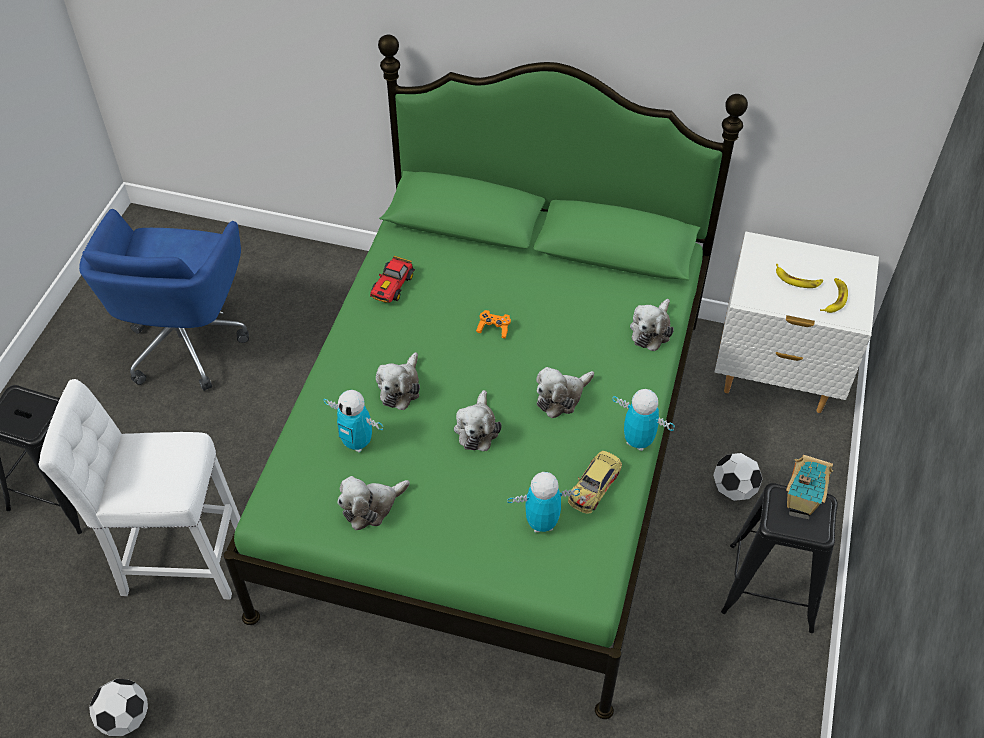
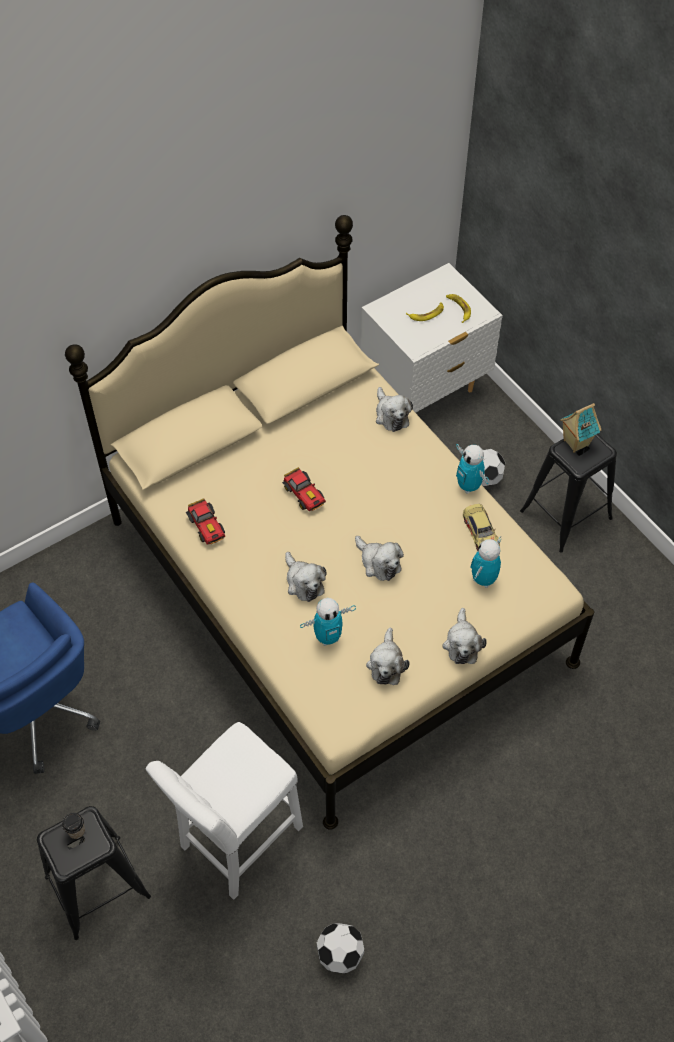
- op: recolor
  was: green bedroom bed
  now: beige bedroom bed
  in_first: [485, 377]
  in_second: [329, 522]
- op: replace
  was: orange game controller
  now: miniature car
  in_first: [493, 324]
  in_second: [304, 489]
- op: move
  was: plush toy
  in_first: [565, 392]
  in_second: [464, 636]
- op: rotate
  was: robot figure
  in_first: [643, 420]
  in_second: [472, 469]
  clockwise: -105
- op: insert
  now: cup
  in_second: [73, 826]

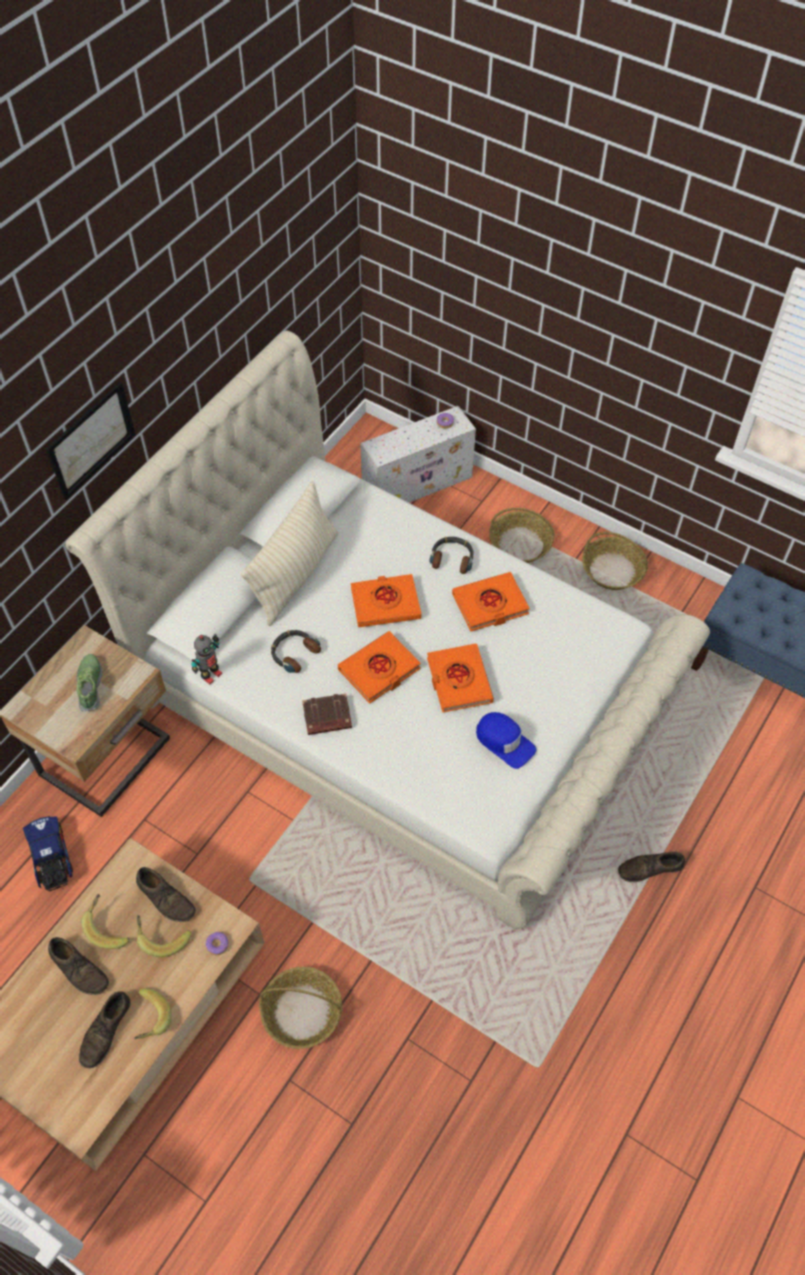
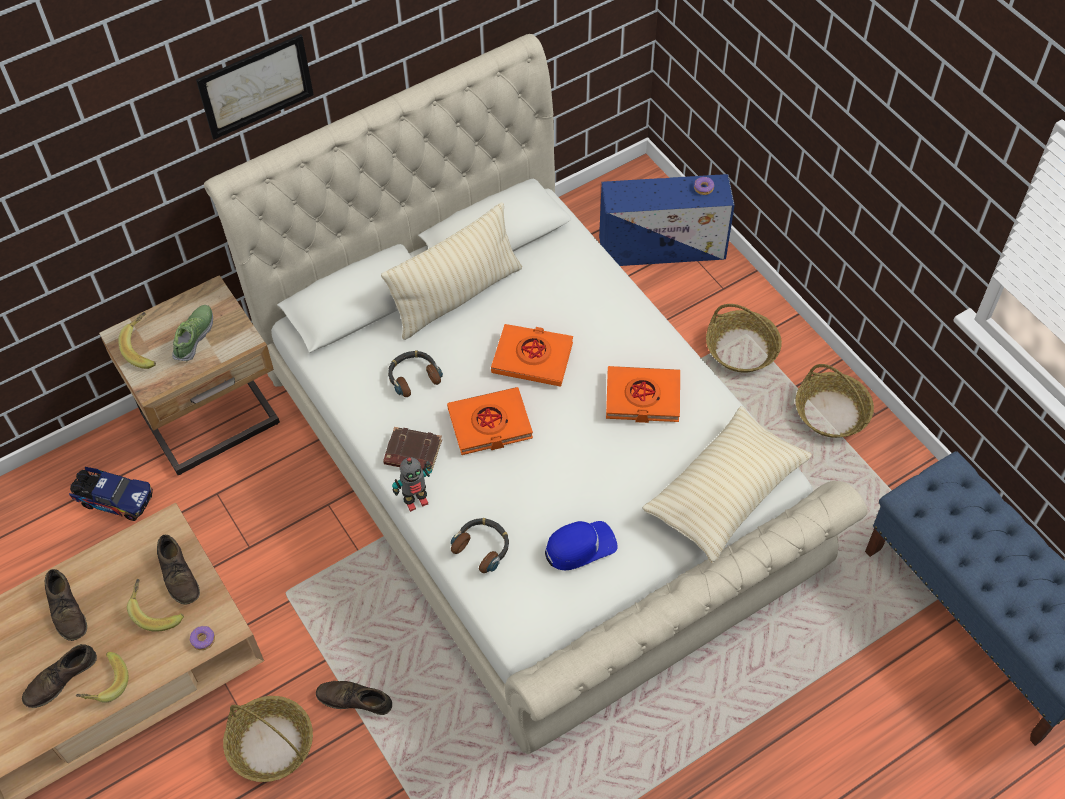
- op: recolor
  was: whitish storage container
  now: bluish storage container
  in_first: [418, 454]
  in_second: [667, 220]
- op: move
  was: headset
  in_first: [452, 555]
  in_second: [480, 545]
- op: move
  was: robot figure
  in_first: [206, 659]
  in_second: [412, 484]
- op: delete
  was: orange volume
  in_first: [460, 678]
- op: rotate
  was: bluish peaked cap
  in_first: [506, 740]
  in_second: [581, 545]
  clockwise: -90
- op: rotate
  was: model truck
  in_first: [48, 853]
  in_second: [111, 494]
  clockwise: 105
- op: move
  was: brown-coloured shoe
  in_first: [651, 866]
  in_second: [354, 698]
- op: move
  was: banana fruit
  in_first: [105, 921]
  in_second: [137, 340]
- op: insert
  now: beige cushion
  in_second: [727, 484]

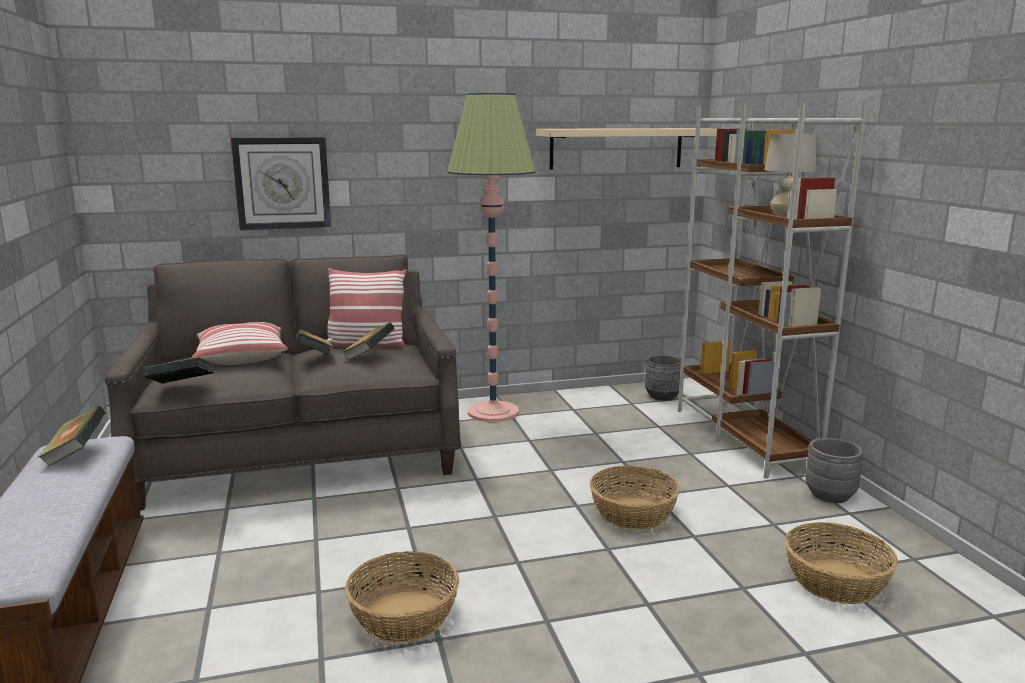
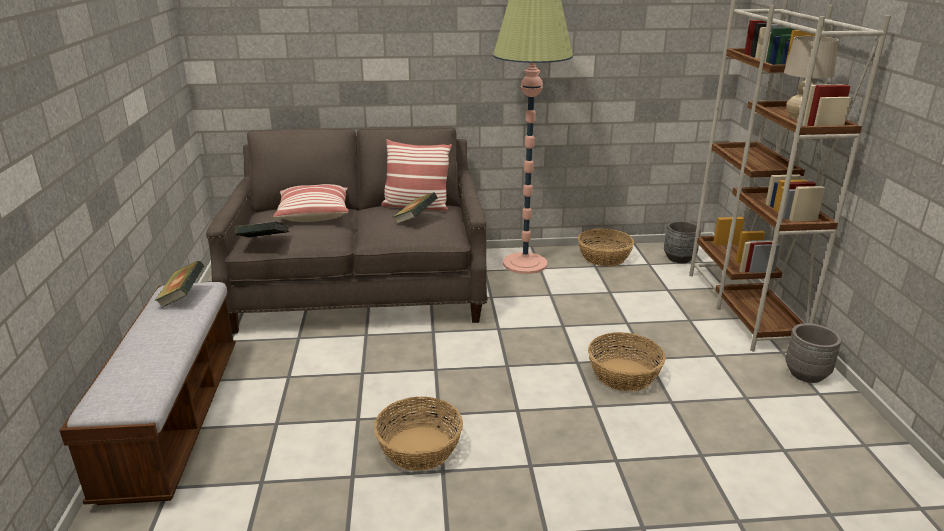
- op: delete
  was: beige wall shelf
  in_first: [626, 149]
- op: delete
  was: wall clock
  in_first: [281, 183]
- op: delete
  was: volume
  in_first: [315, 342]
- op: move
  was: basket
  in_first: [841, 563]
  in_second: [606, 247]

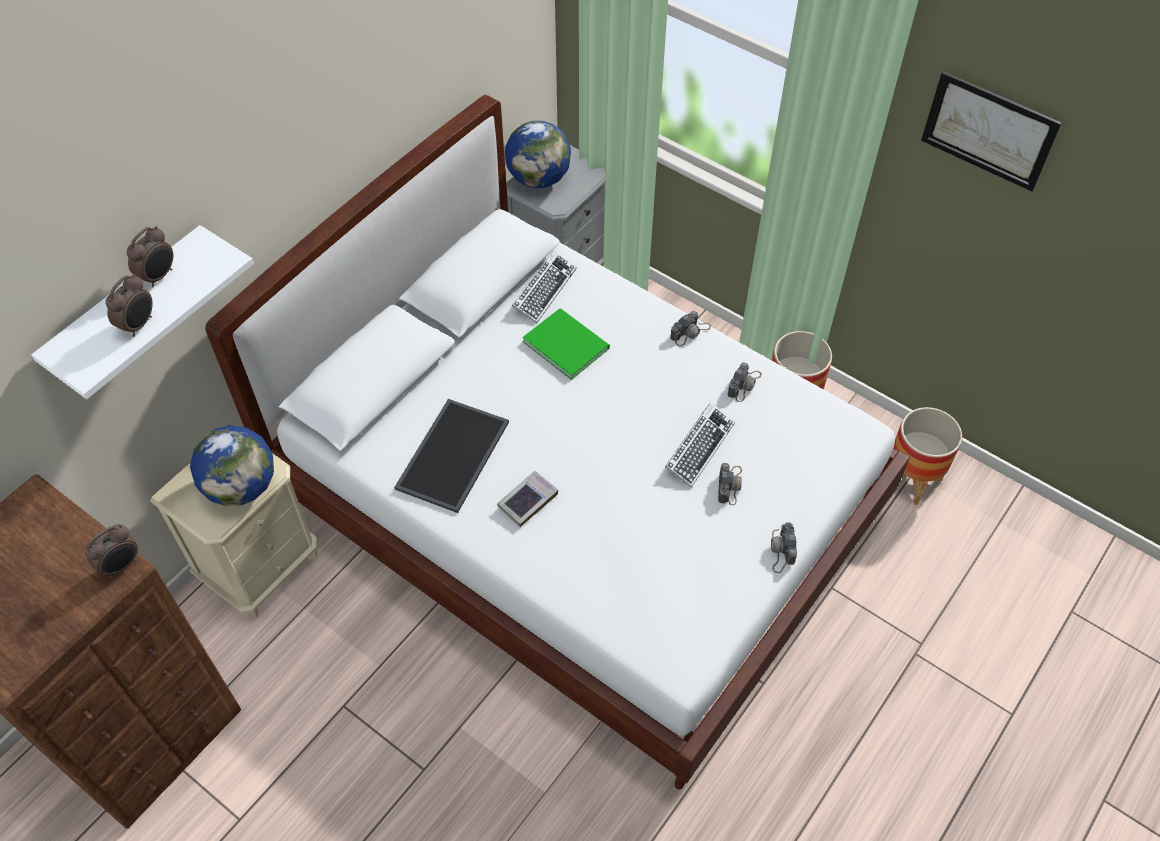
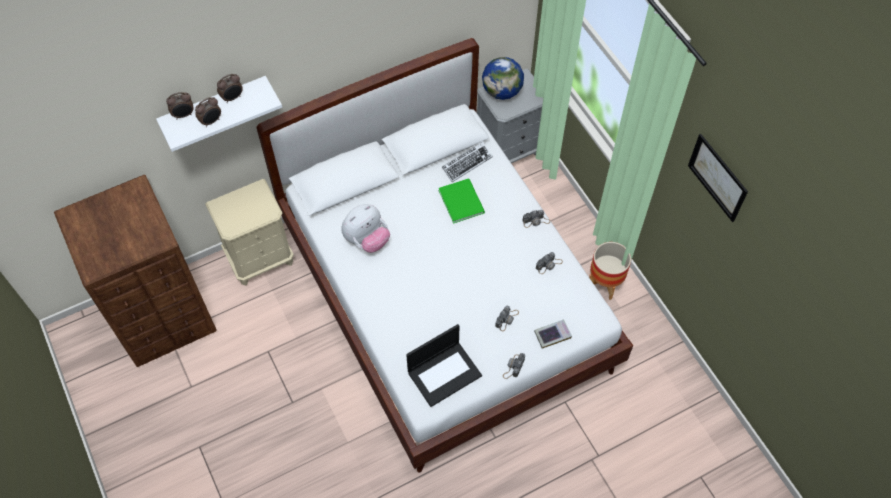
- op: replace
  was: tray
  now: plush toy
  in_first: [451, 456]
  in_second: [365, 228]
- op: delete
  was: PC keyboard
  in_first: [700, 444]
- op: delete
  was: plant pot
  in_first: [928, 456]
- op: delete
  was: world globe
  in_first: [232, 466]
- op: move
  was: volume
  in_first: [527, 499]
  in_second: [553, 334]
- op: move
  was: alarm clock
  in_first: [111, 551]
  in_second: [180, 106]
- op: insert
  now: portable computer
  in_second: [444, 365]

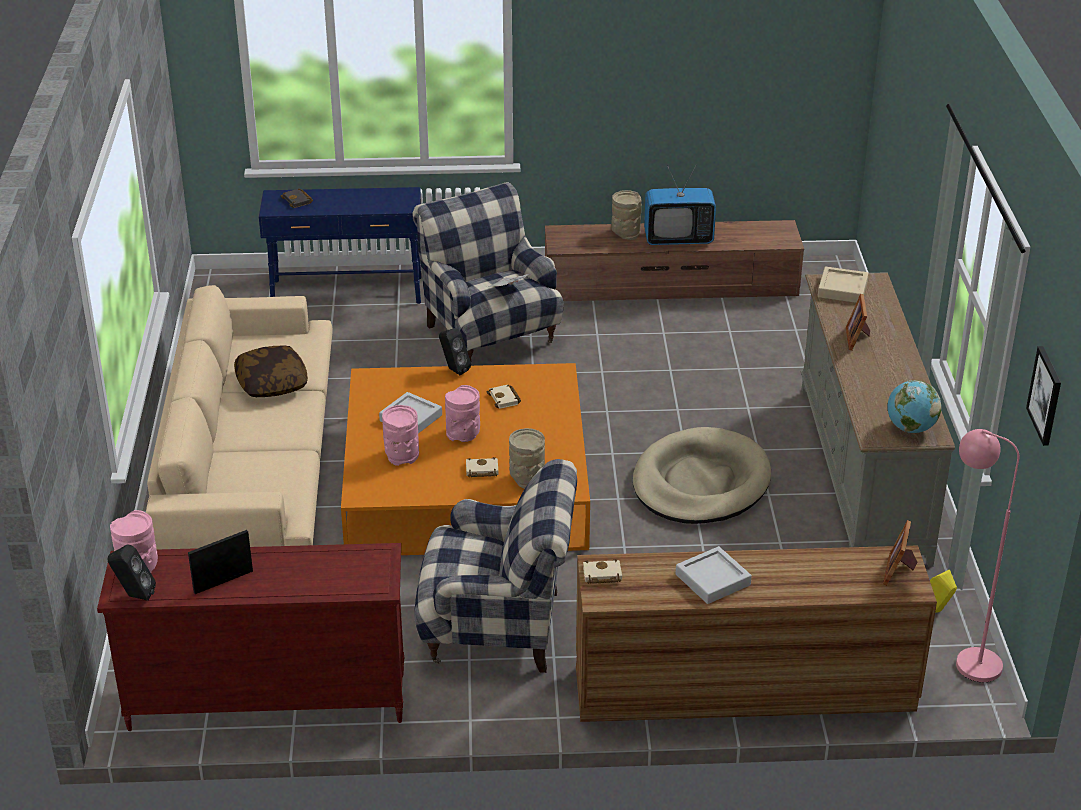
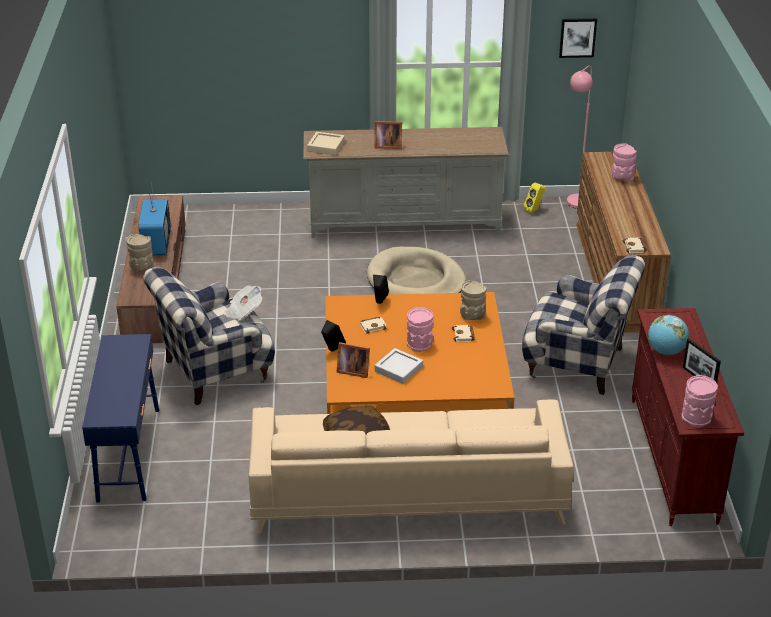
- op: delete
  was: blackish volume
  in_first: [296, 198]
- op: move
  was: world globe
  in_first: [914, 406]
  in_second: [668, 335]
- op: move
  was: pink-coloured vase
  in_first: [400, 435]
  in_second: [624, 162]
- op: rotate
  was: armchair
  in_first: [495, 566]
  in_second: [583, 325]
  clockwise: 105
- op: move
  was: standing frame
  in_first: [900, 553]
  in_second: [353, 360]
- op: move
  was: blackish speaker
  in_first: [131, 573]
  in_second: [381, 289]
- op: delete
  was: grey tray
  in_first: [714, 575]

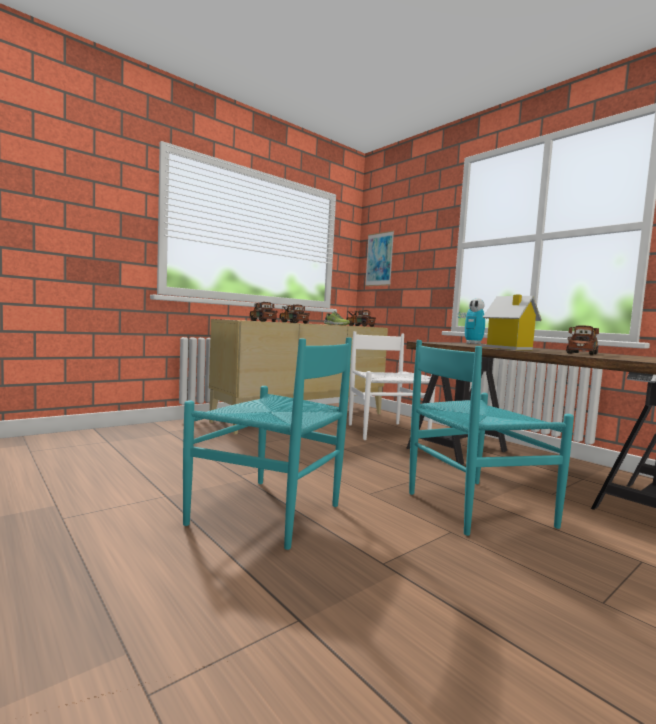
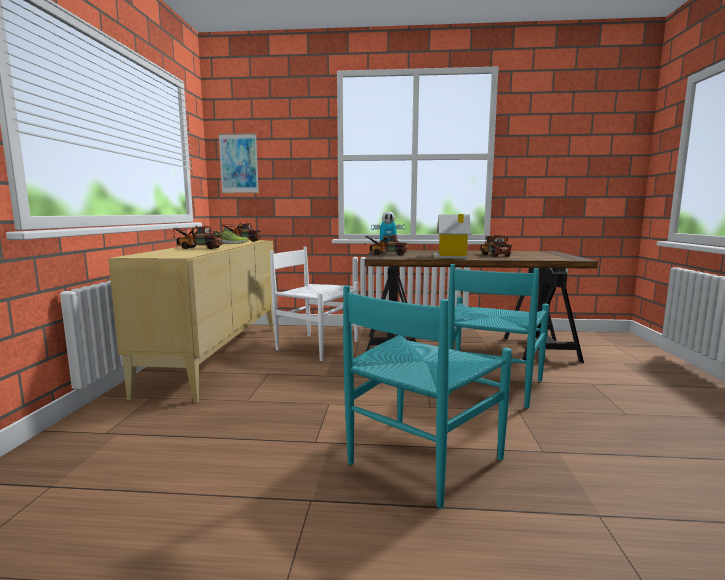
- op: move
  was: model truck
  in_first: [264, 312]
  in_second: [385, 245]
- op: rotate
  was: blue-green chair
  in_first: [267, 443]
  in_second: [427, 396]
  clockwise: 150

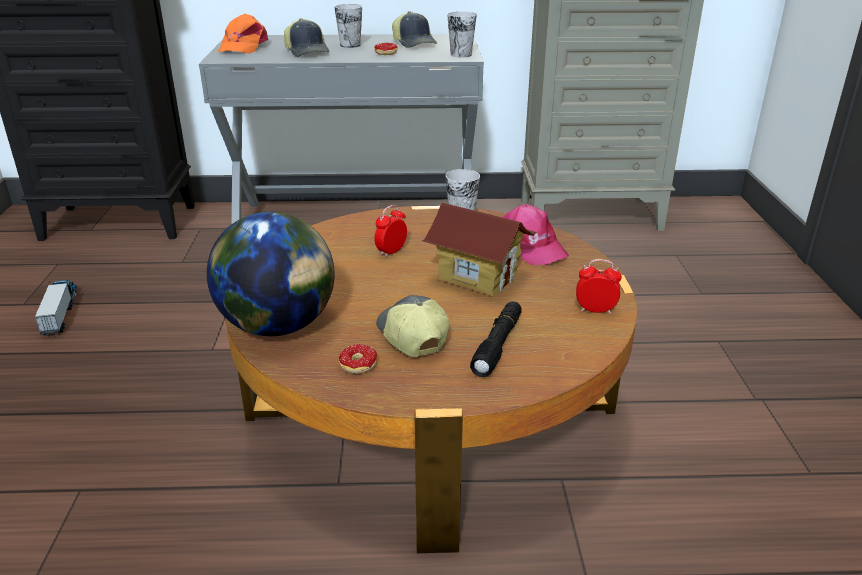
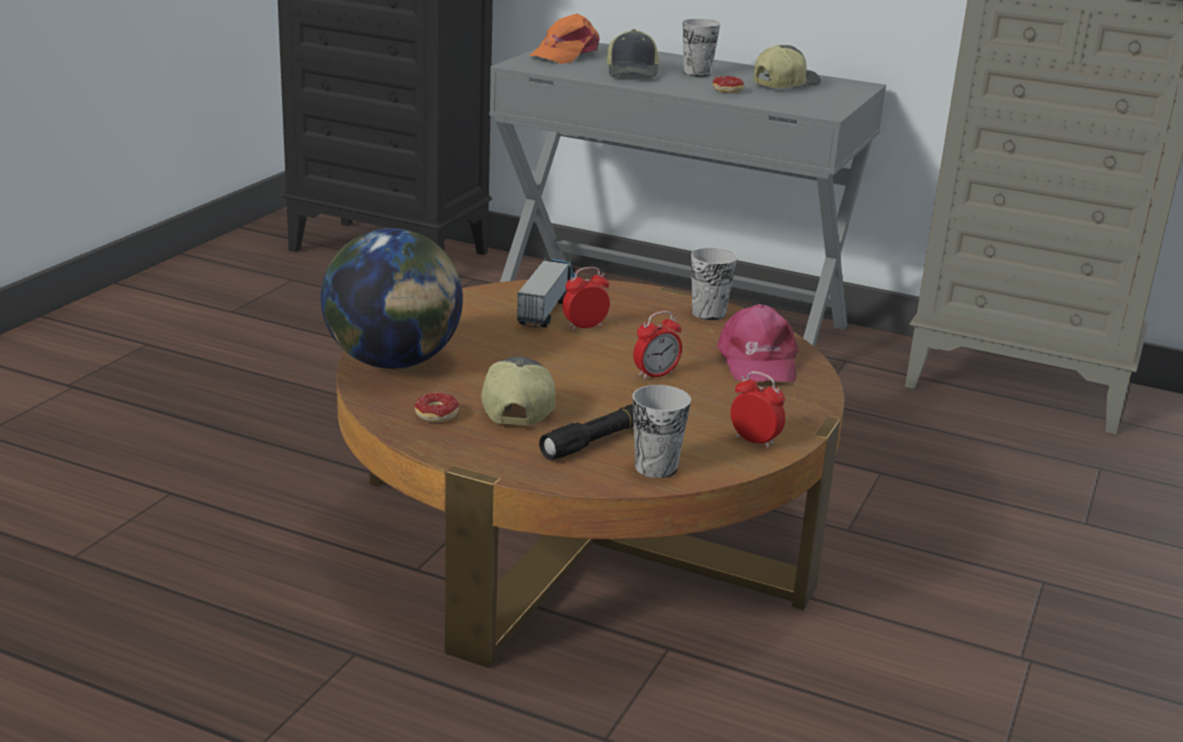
- op: rotate
  was: peaked cap
  in_first: [414, 29]
  in_second: [787, 66]
  clockwise: -135
- op: move
  was: cup
  in_first: [462, 34]
  in_second: [662, 431]
- op: replace
  was: model house
  now: alarm clock
  in_first: [479, 250]
  in_second: [657, 345]
- op: move
  was: model truck
  in_first: [56, 308]
  in_second: [547, 292]

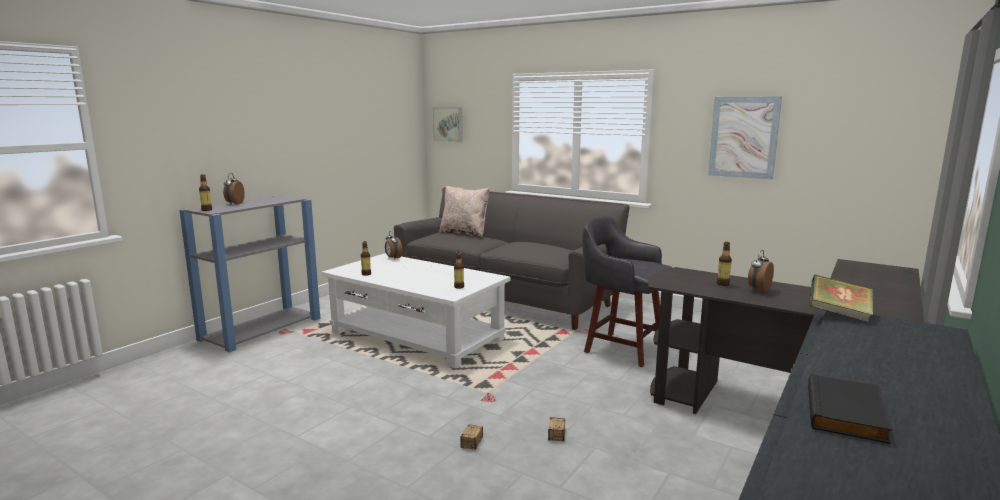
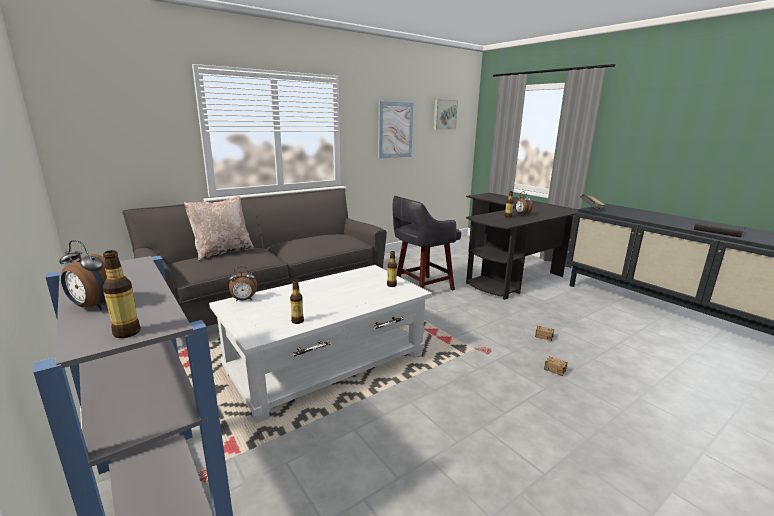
- op: move
  was: picture
  in_first: [448, 125]
  in_second: [445, 114]

